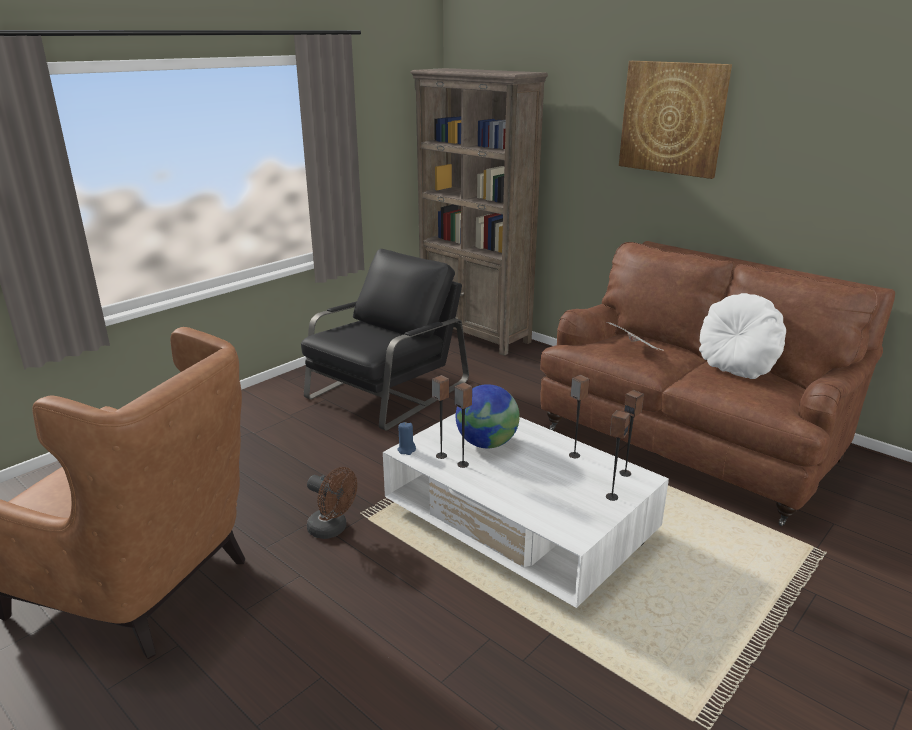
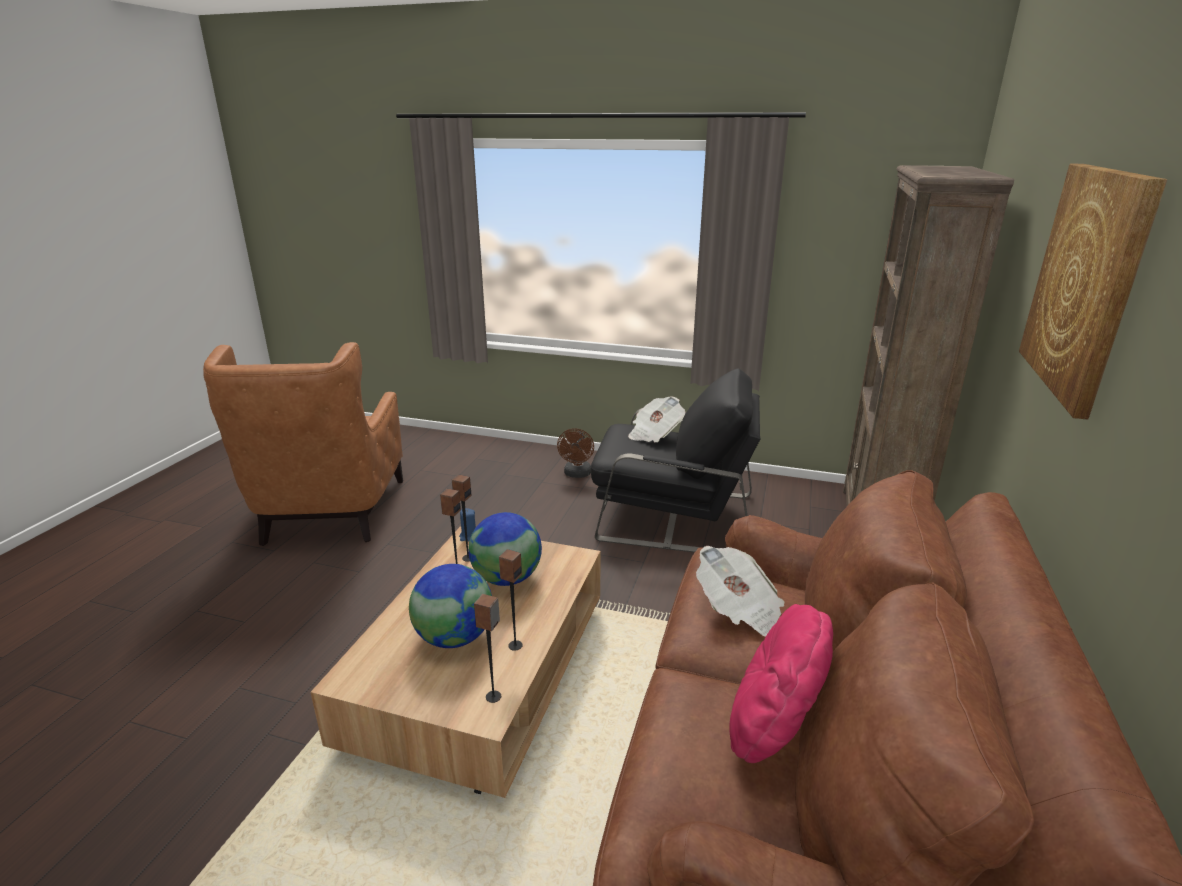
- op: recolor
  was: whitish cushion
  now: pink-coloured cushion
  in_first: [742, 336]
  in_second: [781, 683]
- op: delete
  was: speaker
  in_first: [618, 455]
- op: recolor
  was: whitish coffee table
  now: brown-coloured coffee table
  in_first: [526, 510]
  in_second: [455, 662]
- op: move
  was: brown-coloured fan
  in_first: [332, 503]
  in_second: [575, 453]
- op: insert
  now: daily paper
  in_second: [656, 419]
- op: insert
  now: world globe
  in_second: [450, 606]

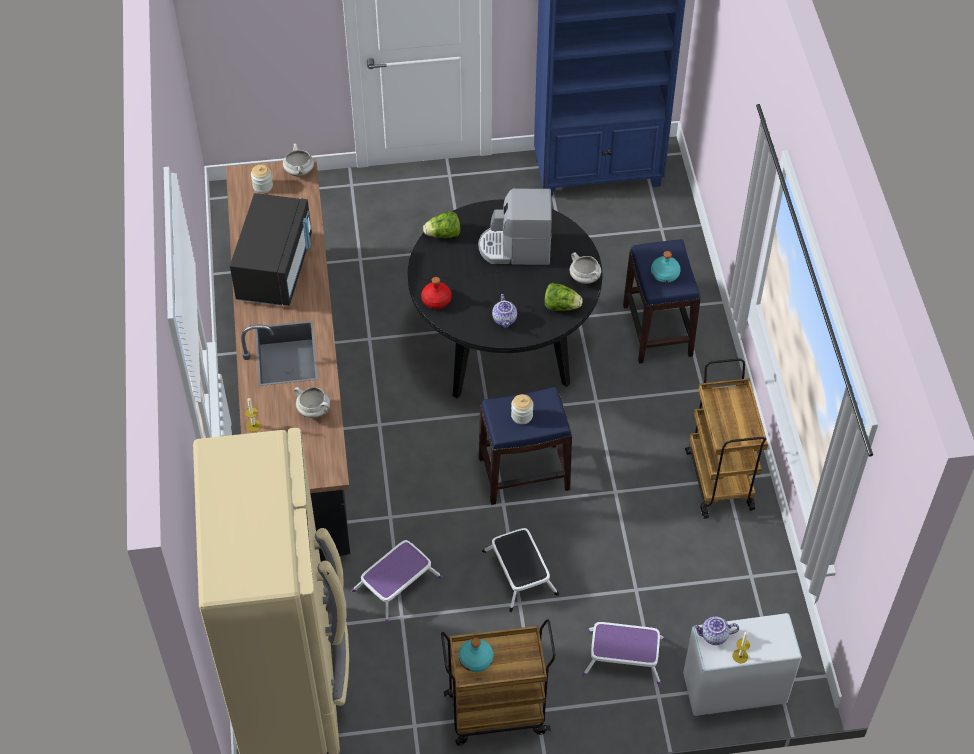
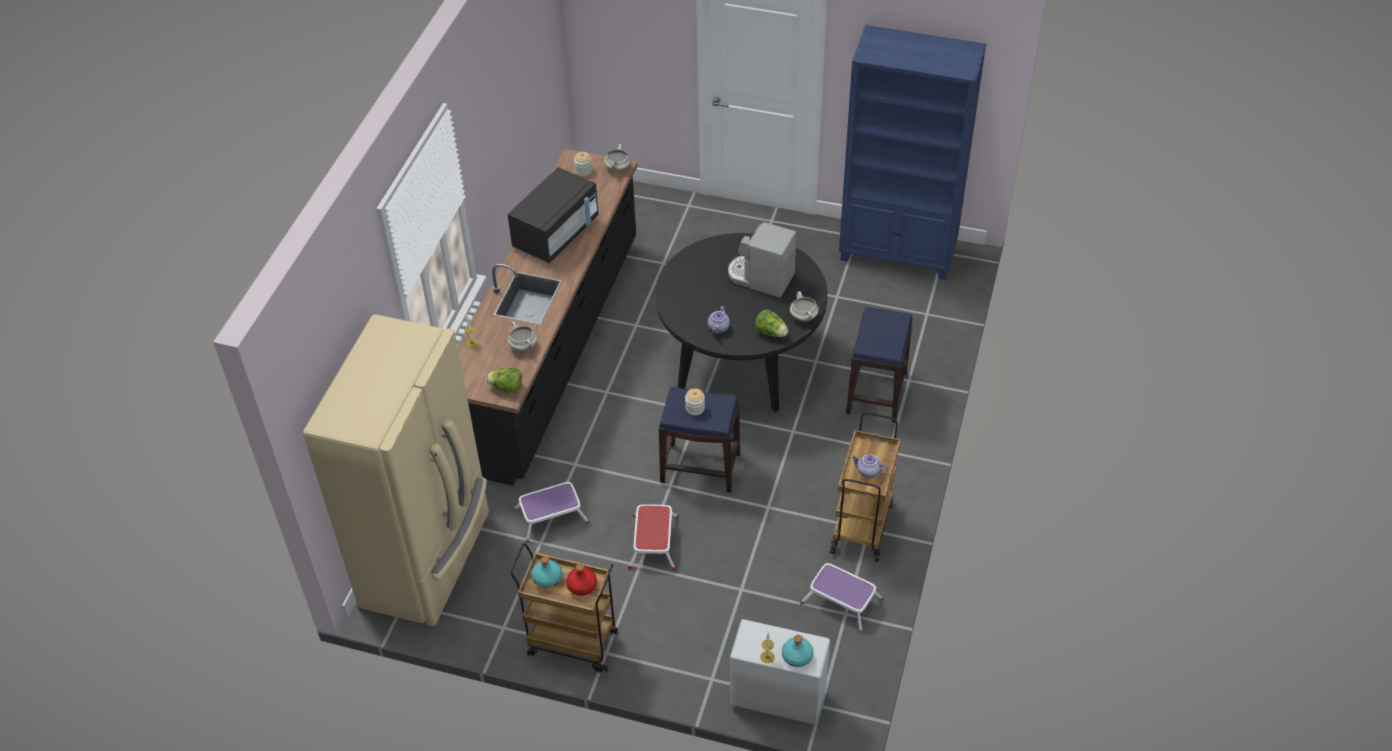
- op: move
  was: head of lettuce
  in_first: [441, 224]
  in_second: [504, 380]
- op: move
  was: blue-green drink bottle
  in_first: [666, 267]
  in_second: [797, 651]
- op: move
  was: reddish drink bottle
  in_first: [436, 293]
  in_second: [581, 580]
- op: recolor
  was: blackish step ladder
  now: reddish step ladder
  in_first: [520, 570]
  in_second: [653, 537]
- op: move
  was: pot for tea
  in_first: [716, 631]
  in_second: [870, 466]
- op: move
  was: purplish step ladder
  in_first: [623, 654]
  in_second: [842, 598]

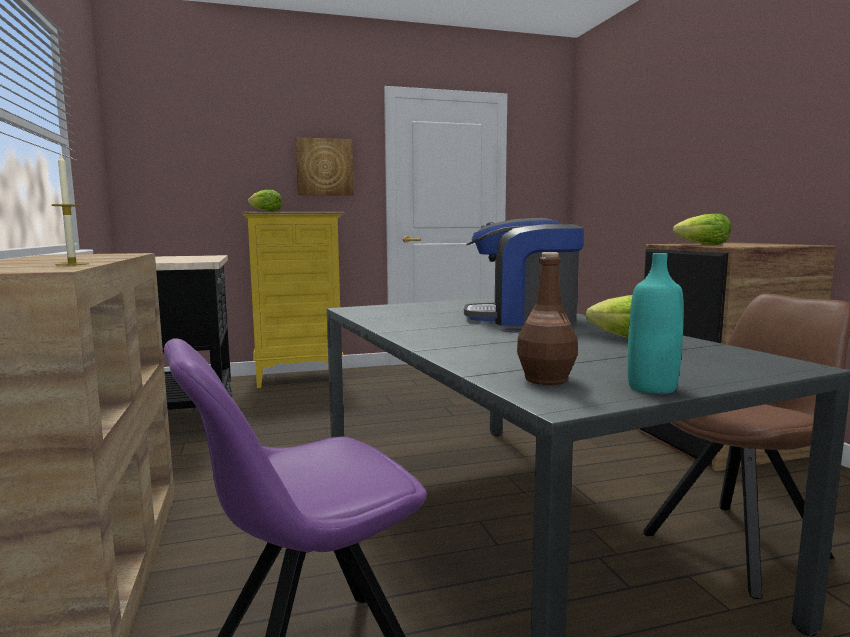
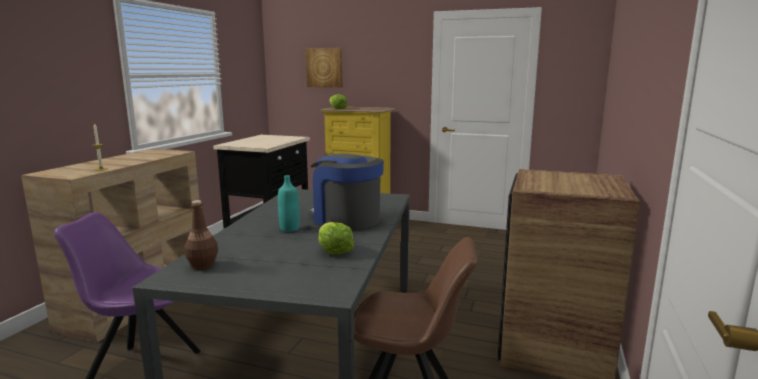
- op: move
  was: picture
  in_first: [324, 166]
  in_second: [323, 67]
- op: delete
  was: head of lettuce
  in_first: [702, 229]
- op: move
  was: blue-green drink bottle
  in_first: [655, 323]
  in_second: [289, 203]

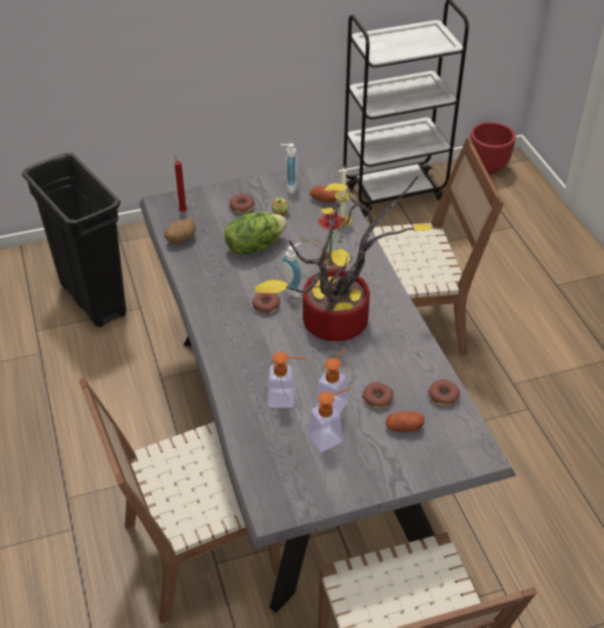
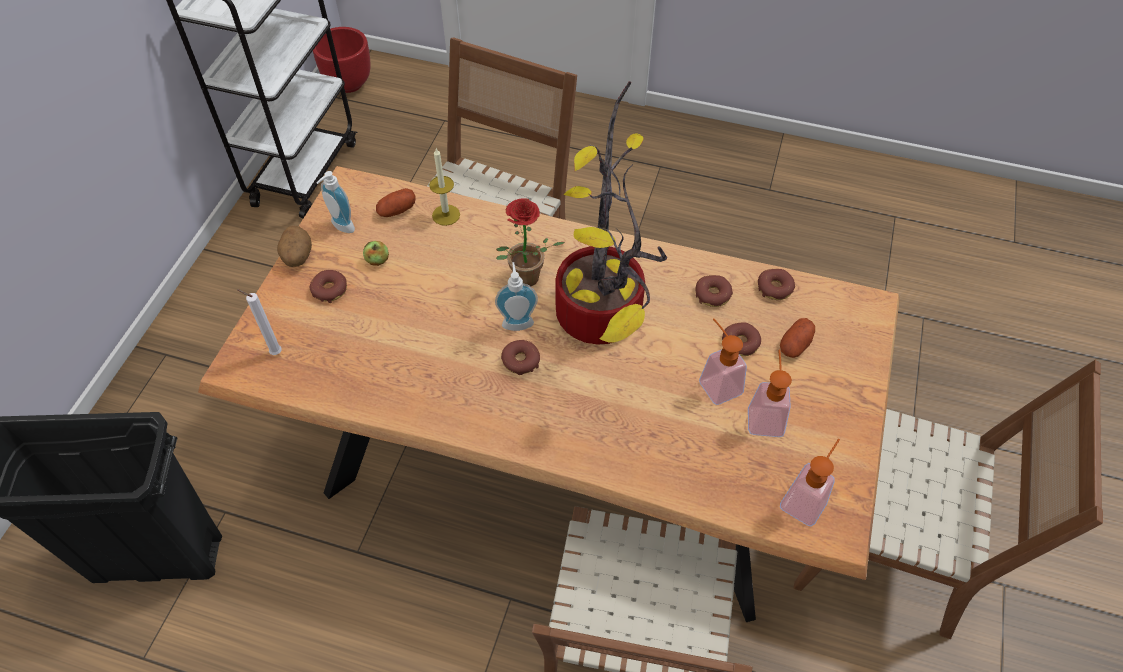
- op: recolor
  was: reddish candle
  now: whitish candle
  in_first: [180, 183]
  in_second: [259, 322]
- op: recolor
  was: grey dinner table
  now: brown-coloured dinner table
  in_first: [327, 387]
  in_second: [549, 394]
- op: delete
  was: head of lettuce
  in_first: [255, 233]
- op: move
  was: potato
  in_first: [180, 231]
  in_second: [294, 246]
- op: move
  was: soap dispenser
  in_first: [287, 380]
  in_second: [810, 482]
- op: insert
  now: doughnut
  in_second: [714, 291]

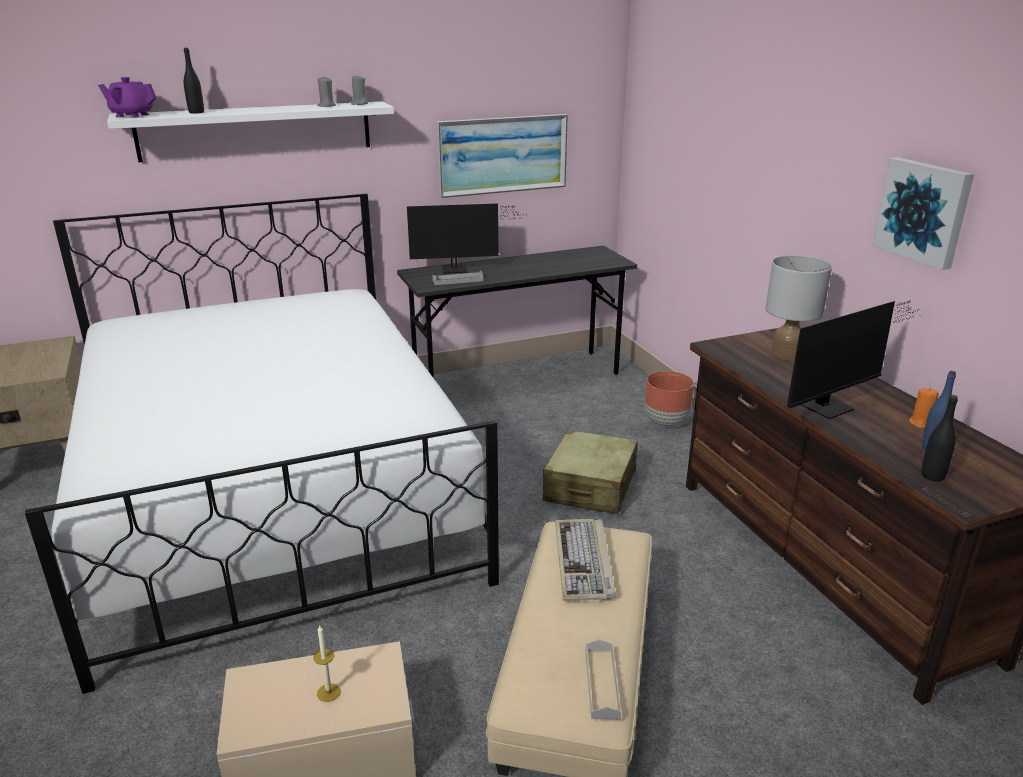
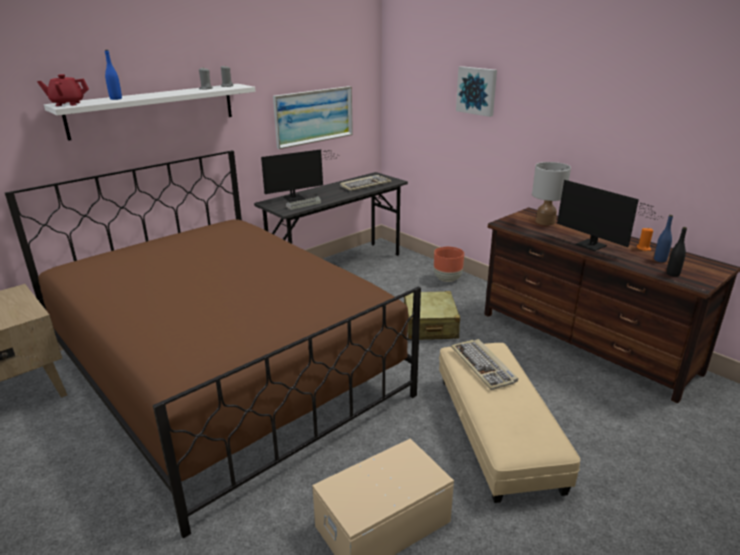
- op: recolor
  was: blackish drink bottle
  now: bluish drink bottle
  in_first: [194, 81]
  in_second: [113, 75]
- op: recolor
  was: purplish pot for tea
  now: reddish pot for tea
  in_first: [127, 97]
  in_second: [63, 90]
- op: move
  was: picture
  in_first: [923, 213]
  in_second: [476, 91]
- op: recolor
  was: whitish bedroom bed
  now: brown-coloured bedroom bed
  in_first: [262, 444]
  in_second: [213, 344]
- op: rotate
  was: computer display
  in_first: [851, 360]
  in_second: [610, 215]
  clockwise: 105
- op: delete
  was: candle
  in_first: [327, 663]
- op: delete
  was: grey tray
  in_first: [603, 679]
- op: insert
  now: PC keyboard
  in_second: [365, 183]

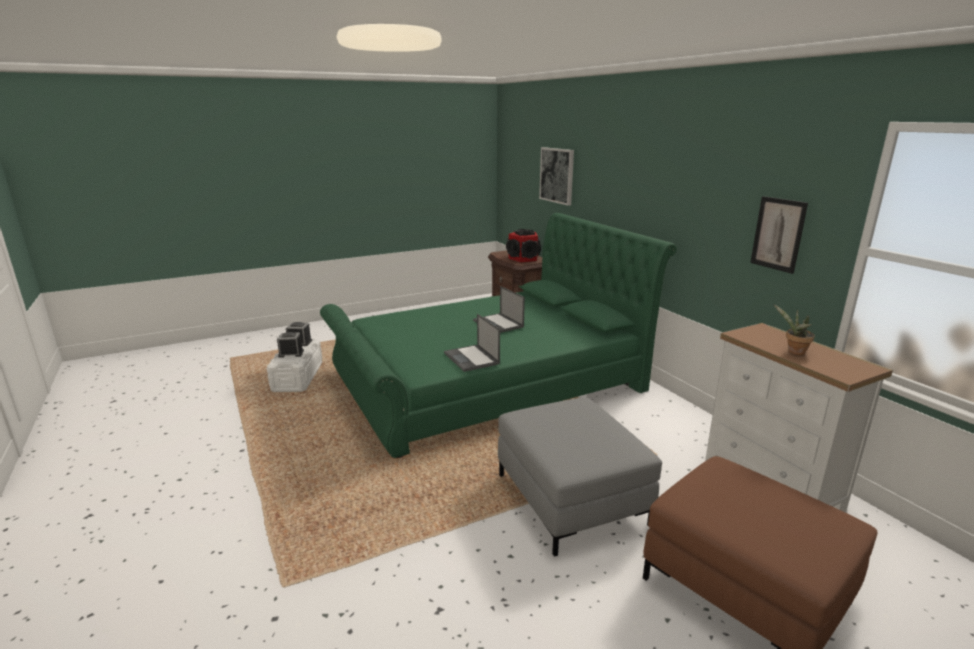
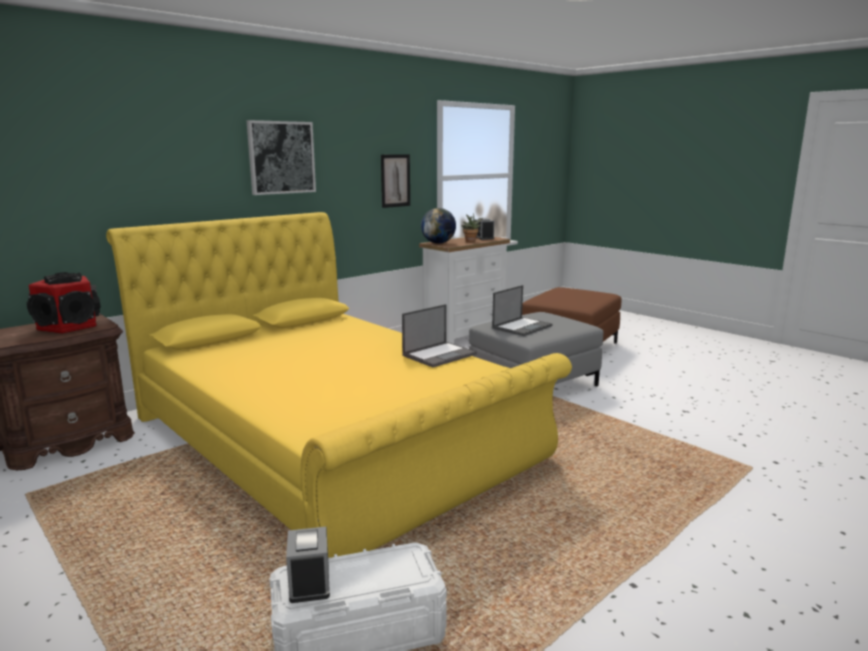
- op: move
  was: picture
  in_first: [556, 176]
  in_second: [281, 157]
- op: recolor
  was: green bedroom bed
  now: yellow bedroom bed
  in_first: [498, 335]
  in_second: [339, 385]
- op: move
  was: portable computer
  in_first: [499, 309]
  in_second: [522, 310]
- op: move
  was: alarm clock
  in_first: [290, 345]
  in_second: [484, 229]
- op: insert
  now: world globe
  in_second: [438, 226]

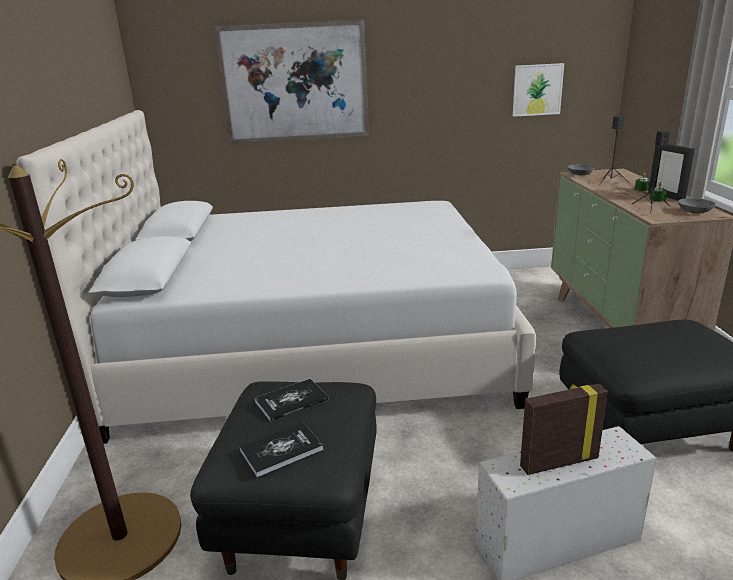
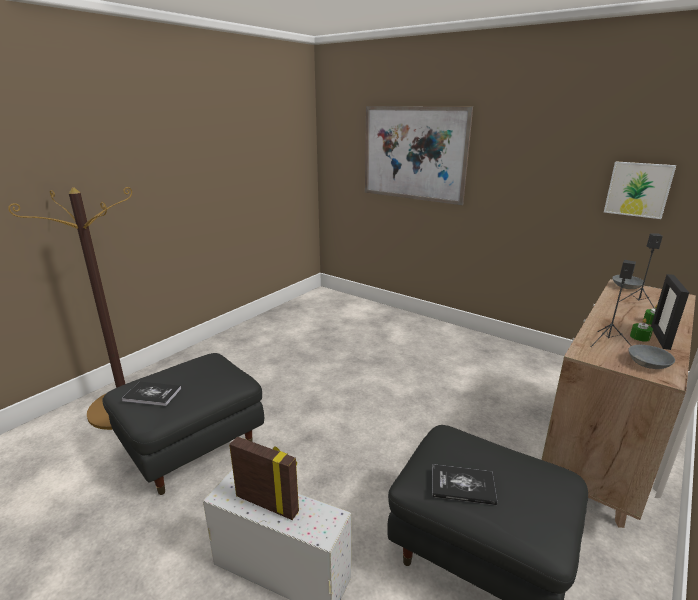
- op: delete
  was: whitish bedroom bed
  in_first: [276, 277]
- op: move
  was: volume
  in_first: [292, 400]
  in_second: [464, 484]

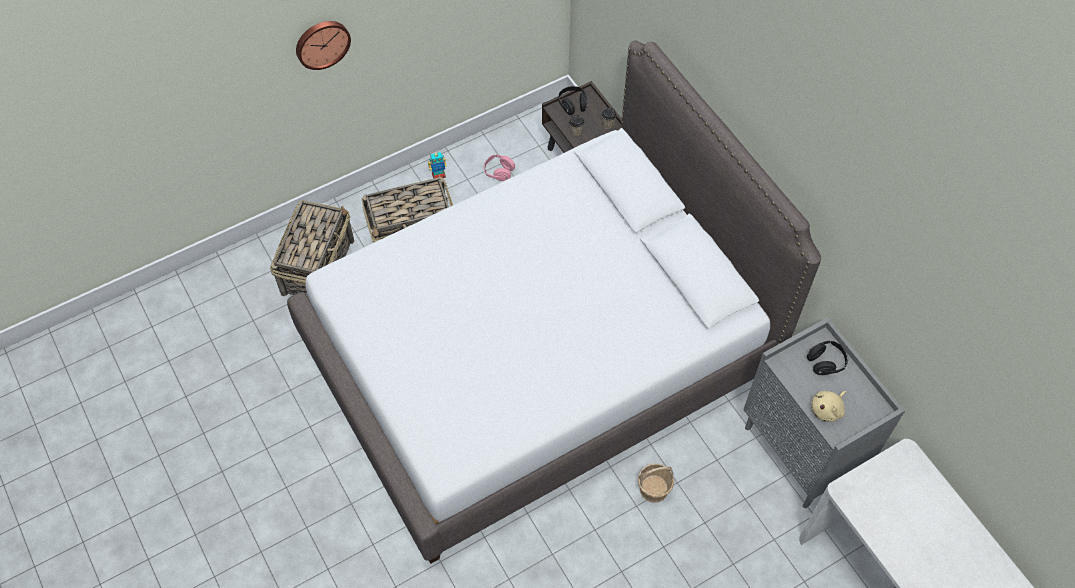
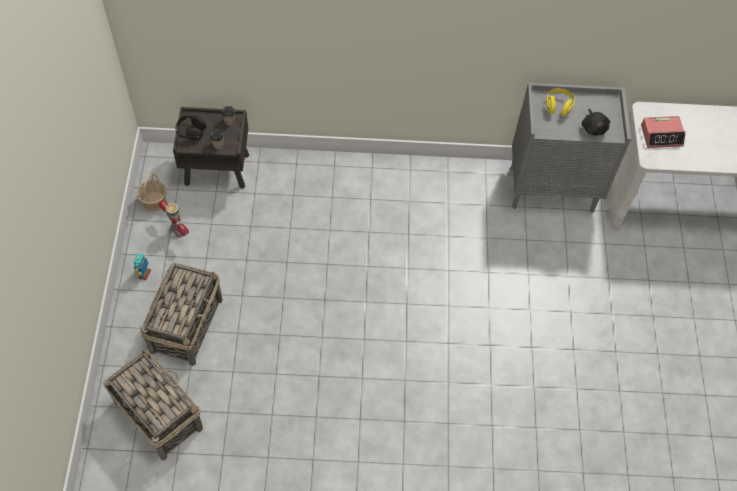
- op: delete
  was: wall clock
  in_first: [323, 45]
- op: delete
  was: whitish bedroom bed
  in_first: [554, 301]
- op: replace
  was: pink-coloured headset
  now: robot figure
  in_first: [499, 168]
  in_second: [174, 219]
- op: recolor
  was: blackish headset
  now: yellow headset
  in_first: [827, 357]
  in_second: [560, 102]
- op: recolor
  was: beige plush toy
  now: blackish plush toy
  in_first: [828, 406]
  in_second: [596, 122]
- op: move
  was: basket
  in_first: [656, 483]
  in_second: [152, 192]
- op: insert
  now: alarm clock
  in_second: [663, 132]

